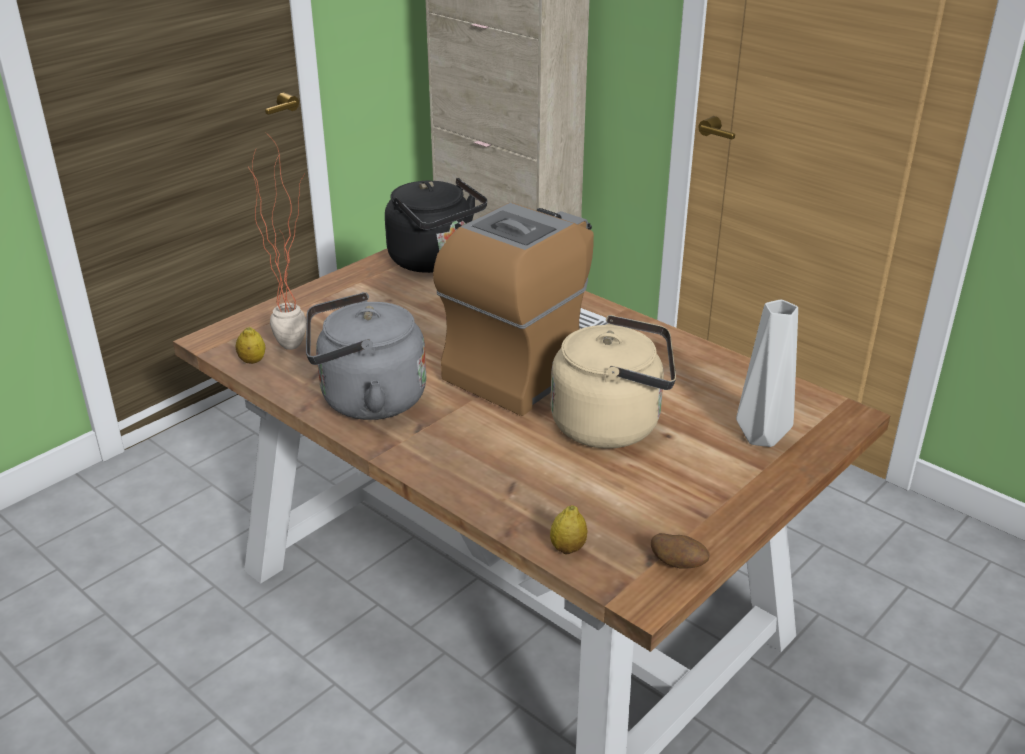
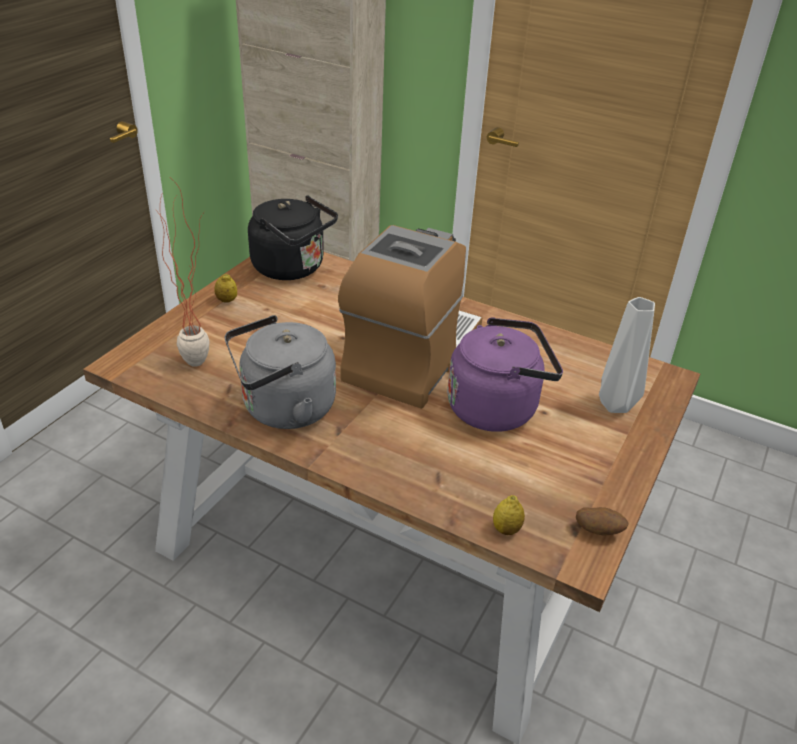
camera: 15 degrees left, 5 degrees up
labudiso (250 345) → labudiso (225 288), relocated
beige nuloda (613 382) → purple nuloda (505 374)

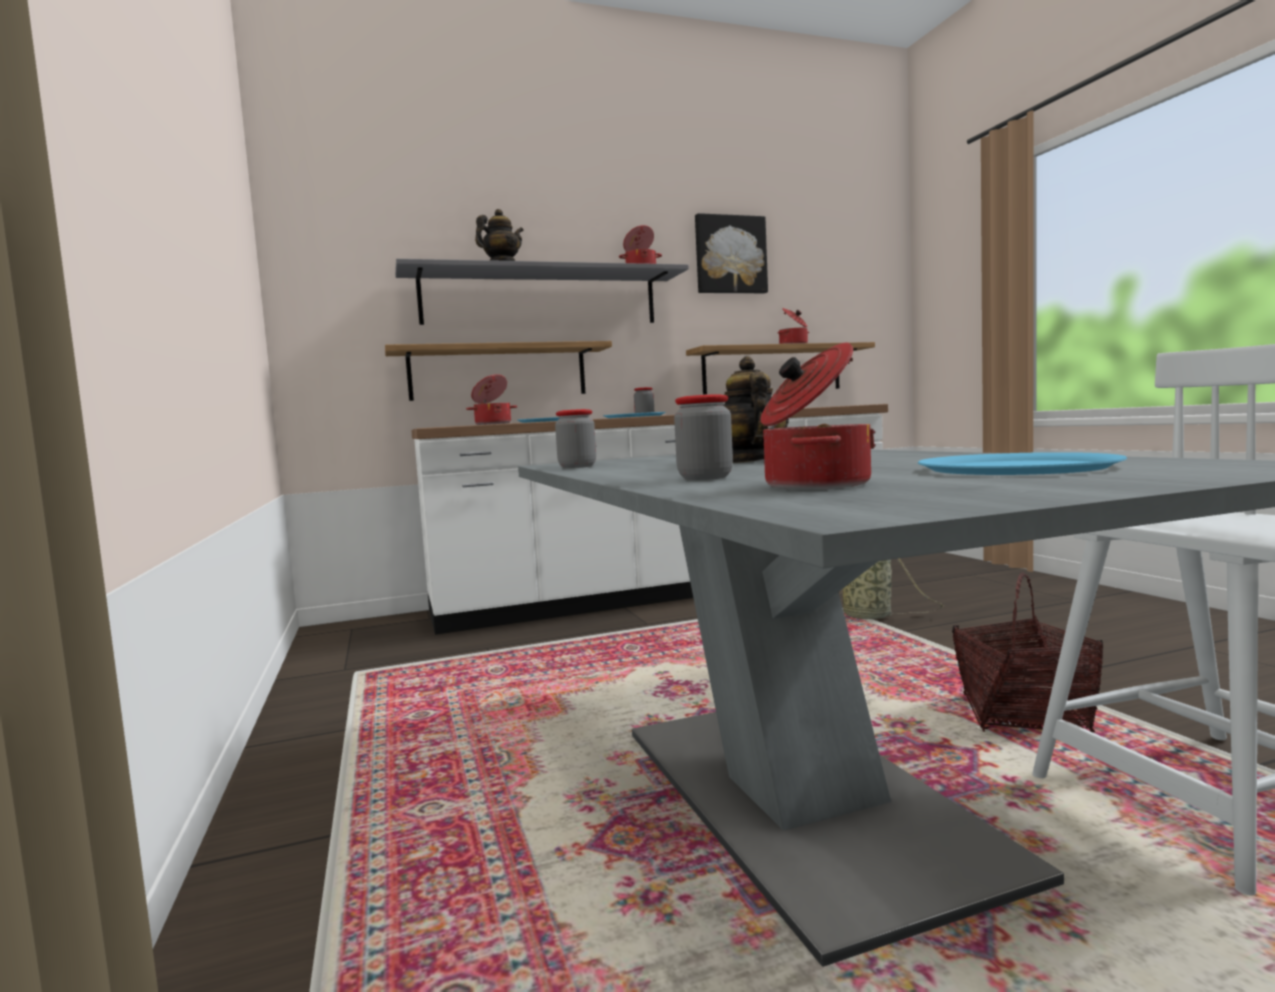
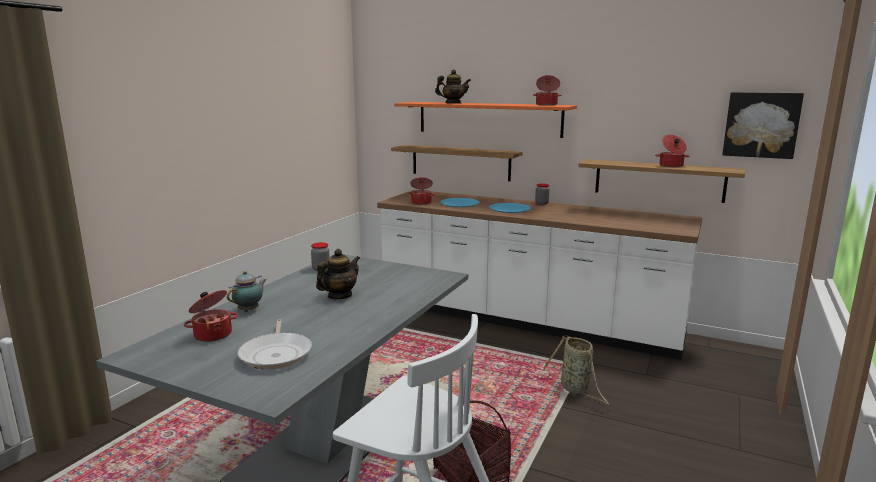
camera: 45 degrees right, 10 degrees up
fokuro (731 253) → fokuro (763 125), relocated
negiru (703 437) → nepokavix (246 291)
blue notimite (1022 463) → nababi (275 344)
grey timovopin (542 292) → orange timovopin (485 120)

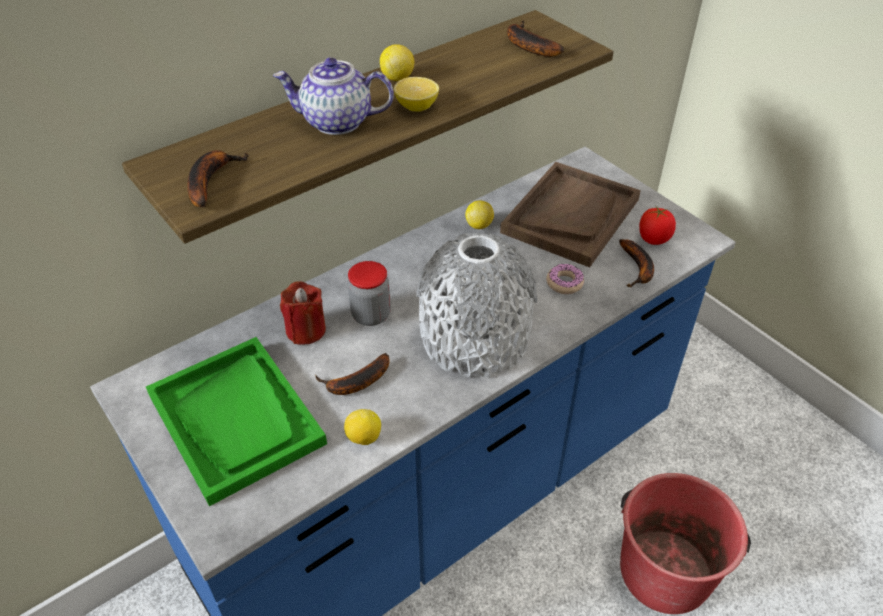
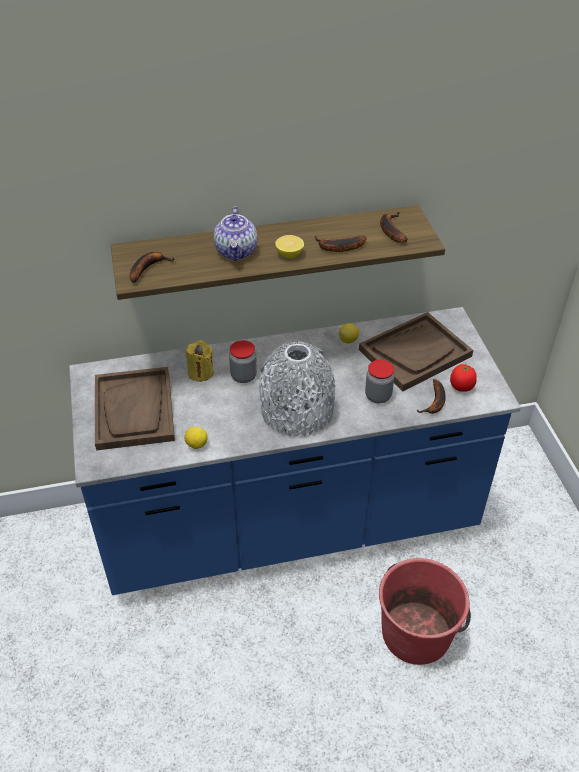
camera: 25 degrees right, 0 degrees up
labudiso (397 62) → -
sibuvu (352 374) → sibuvu (341 243), relocated
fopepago (565 279) → negiru (380 381)
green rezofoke (236 421) → brown rezofoke (135 409)
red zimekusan (303 313) → yellow zimekusan (199 361)
nepokavix (333 96) → nepokavix (235 233), 120 degrees counterclockwise

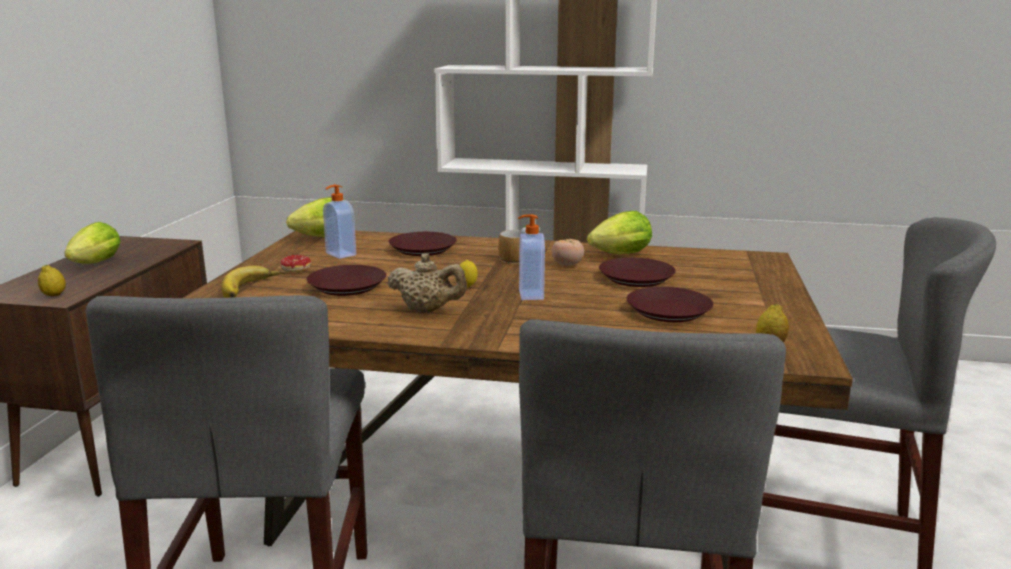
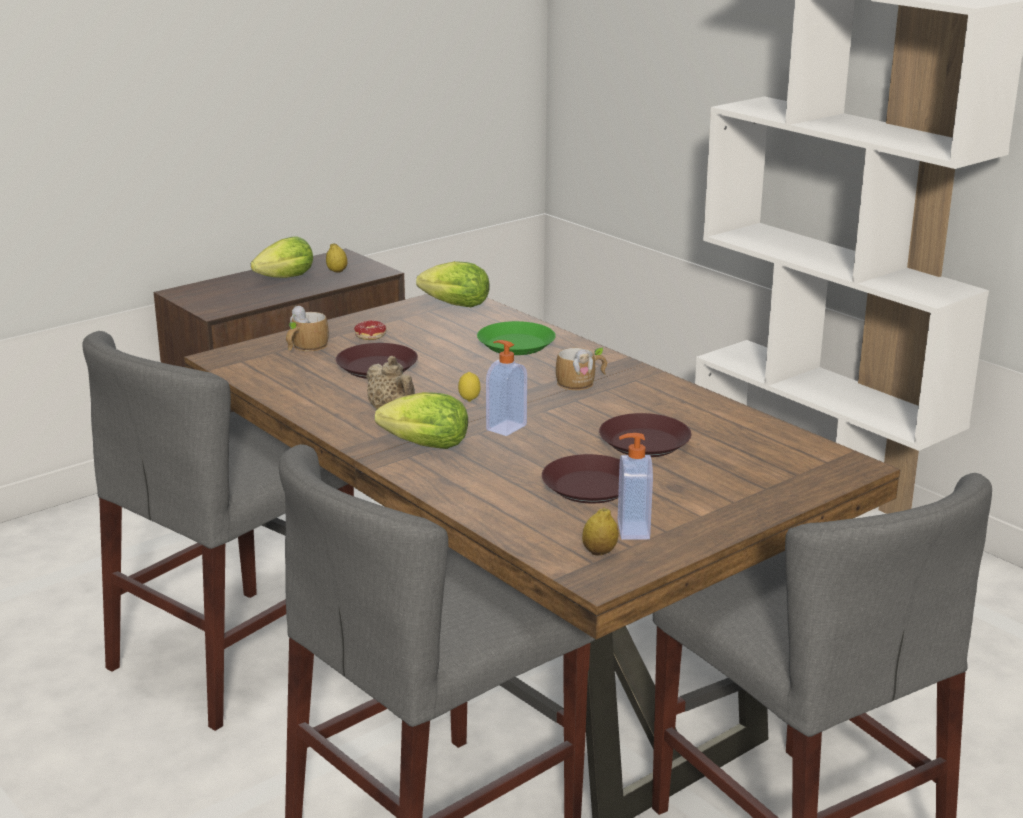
camera: 40 degrees right, 5 degrees up
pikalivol (568 252) → -
labudiso (52 280) → labudiso (337 258), relocated
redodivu (339 222) → redodivu (635 486), relocated
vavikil (619 232) → vavikil (421 420), relocated
sibuvu (253 281) → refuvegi (307 328)
brown notimite (422 244) → green notimite (516 338)

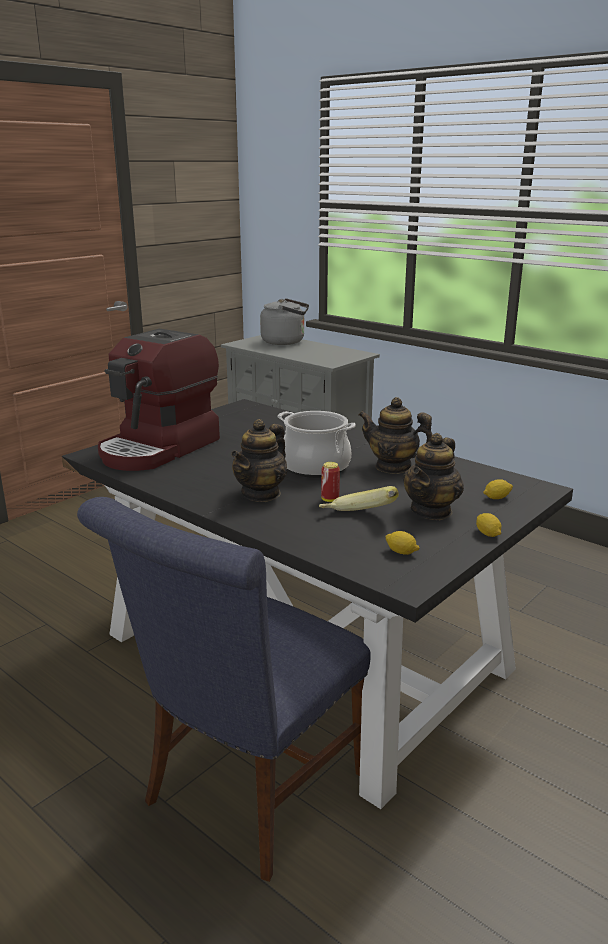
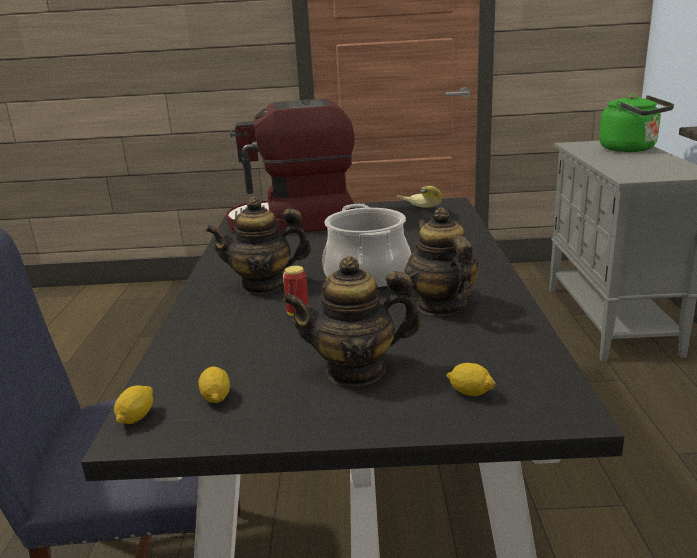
camera: 50 degrees right, 0 degrees up
sibuvu (359 498) → sibuvu (419 197), relocated
labudiso (489 525) → labudiso (133 404), relocated
grey nuloda (284 321) → green nuloda (636 123)

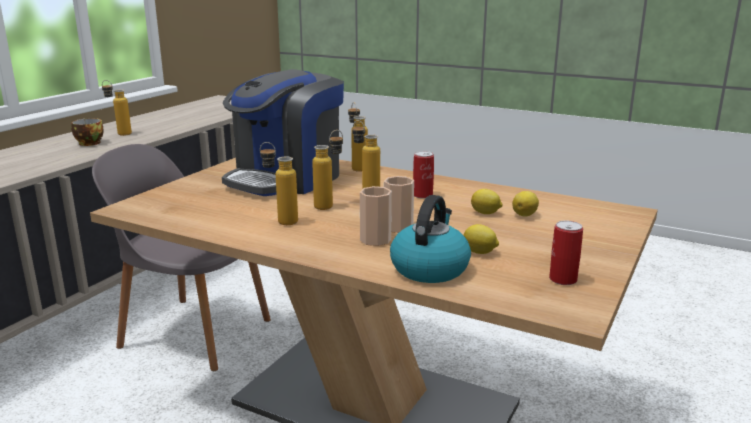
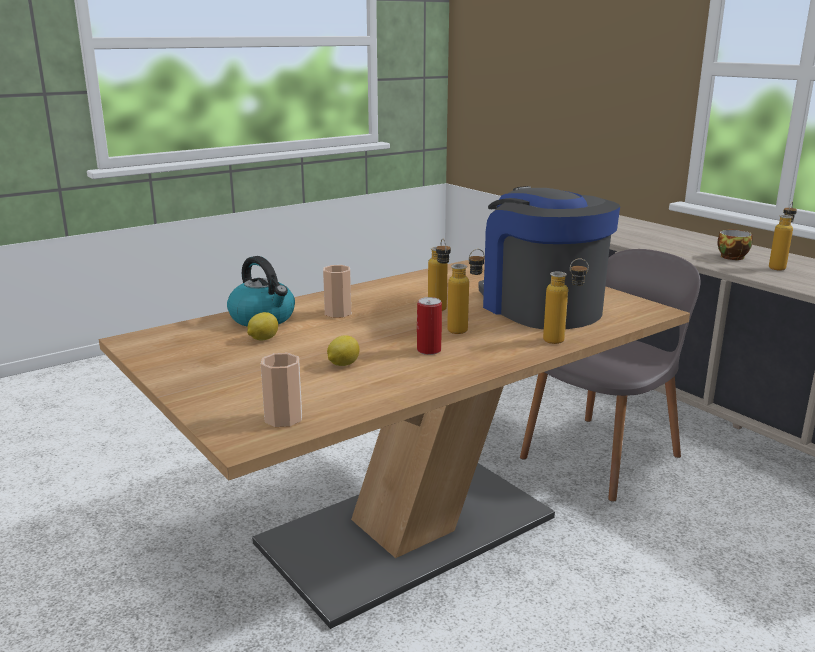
camera: 115 degrees right, 0 degrees up
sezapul (279 183) → -
labudiso (525 203) → -
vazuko (566 252) → -
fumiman (399 204) → fumiman (281 390), relocated

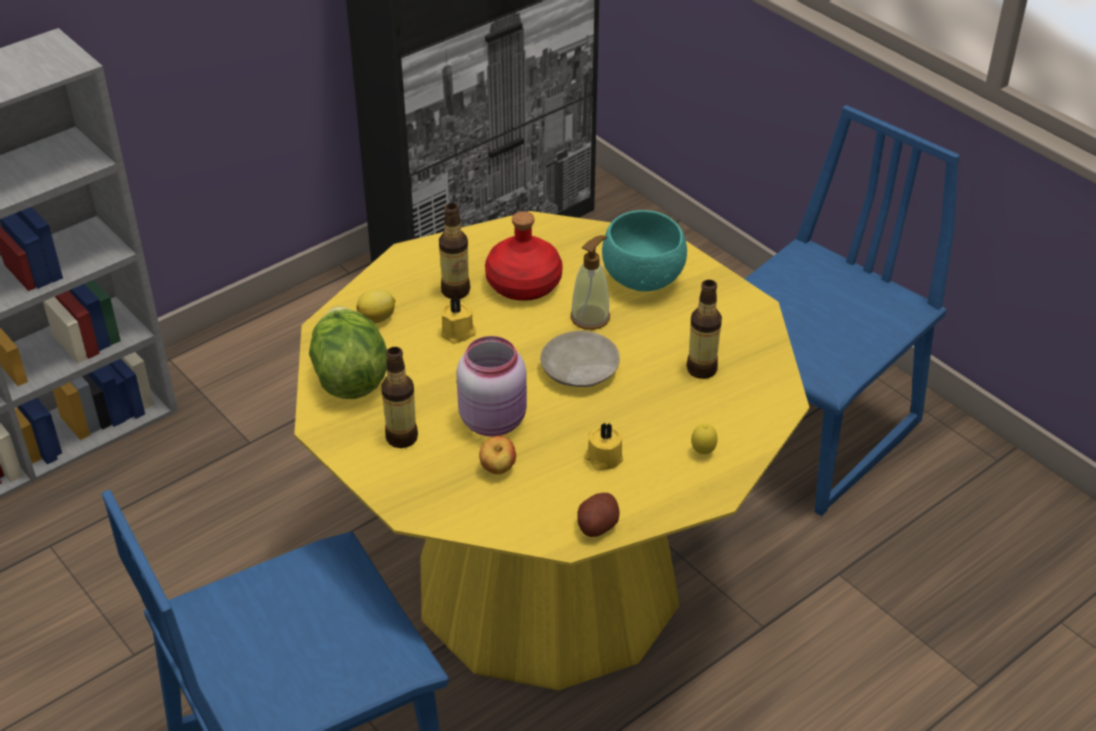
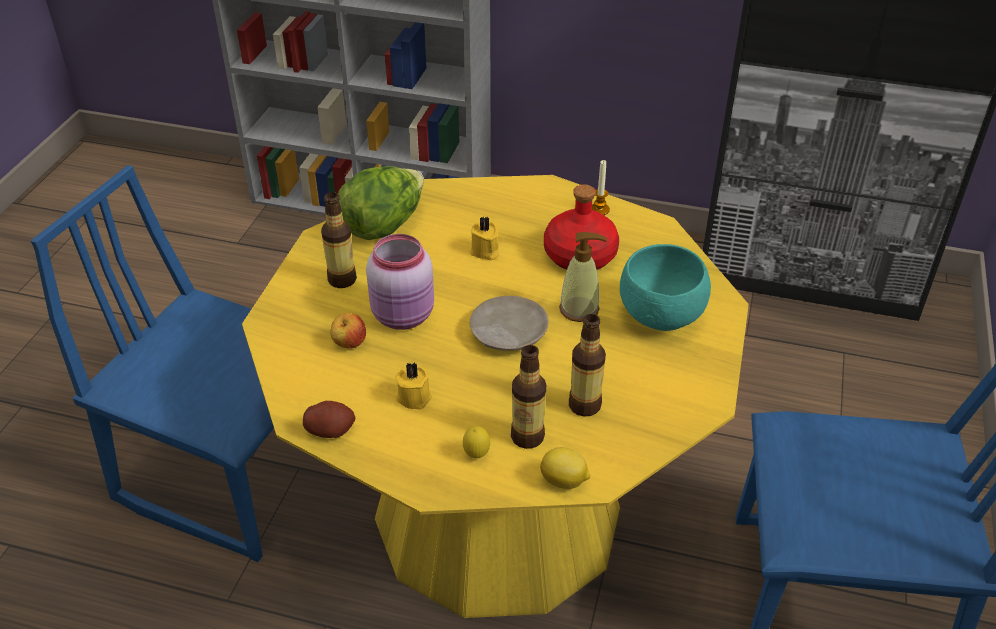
camera: 55 degrees right, 0 degrees up
- → zimekusan (601 187)
labudiso (375 306) → labudiso (565 468), relocated
sezapul (454 251) → sezapul (528 397), relocated

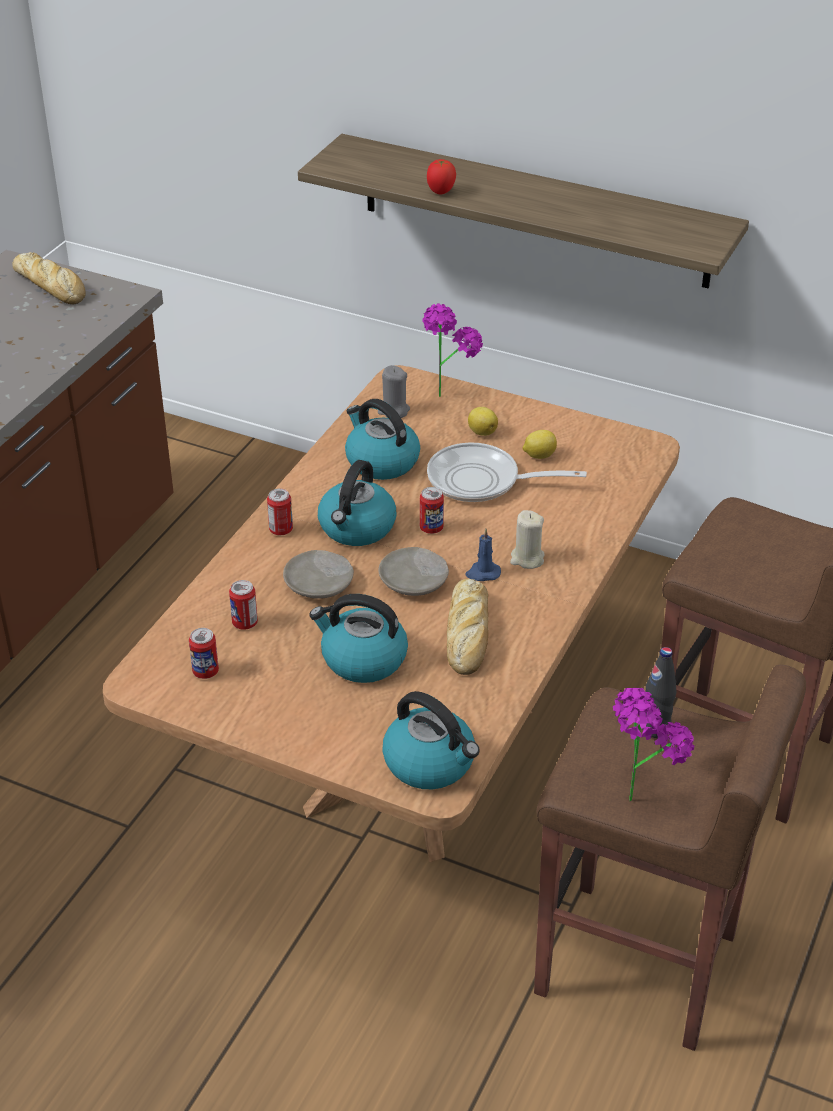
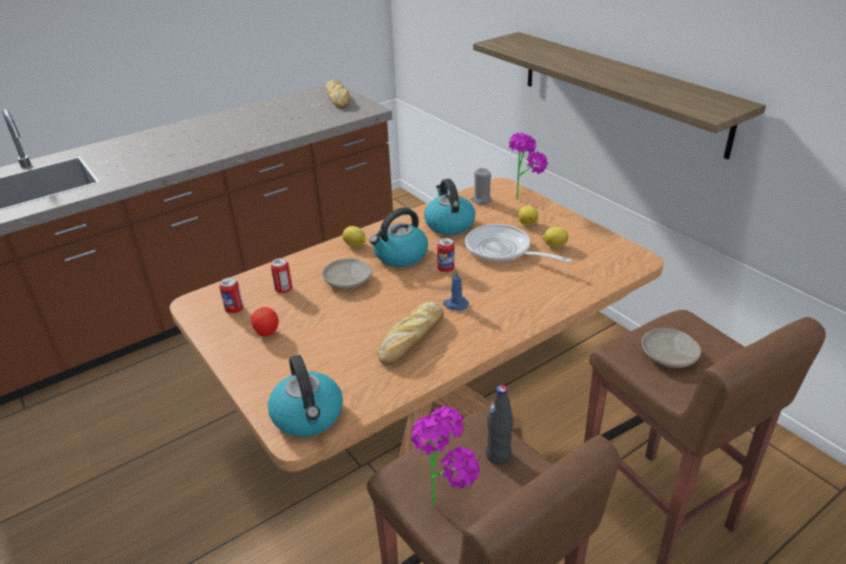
camera: 30 degrees right, 5 degrees down
nuloda (358 638) → -
beige zimekusan (527 539) → -
beige notimite (413 571) → beige notimite (671 348), relocated
pikalivol (441 176) → pikalivol (265 322), relocated
vazuko (280 511) → labudiso (354 236)

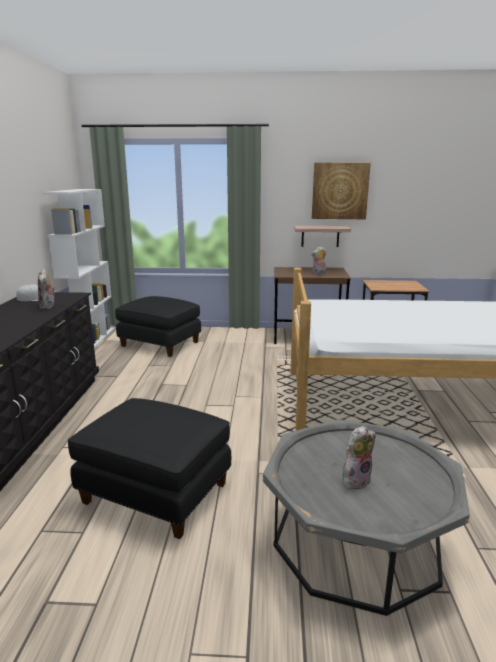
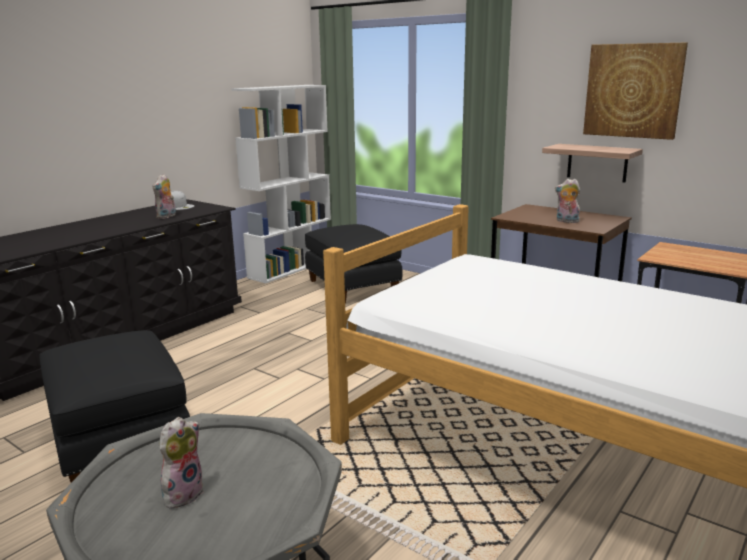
camera: 35 degrees right, 0 degrees up
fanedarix (359 457) → fanedarix (181 462), 60 degrees counterclockwise

